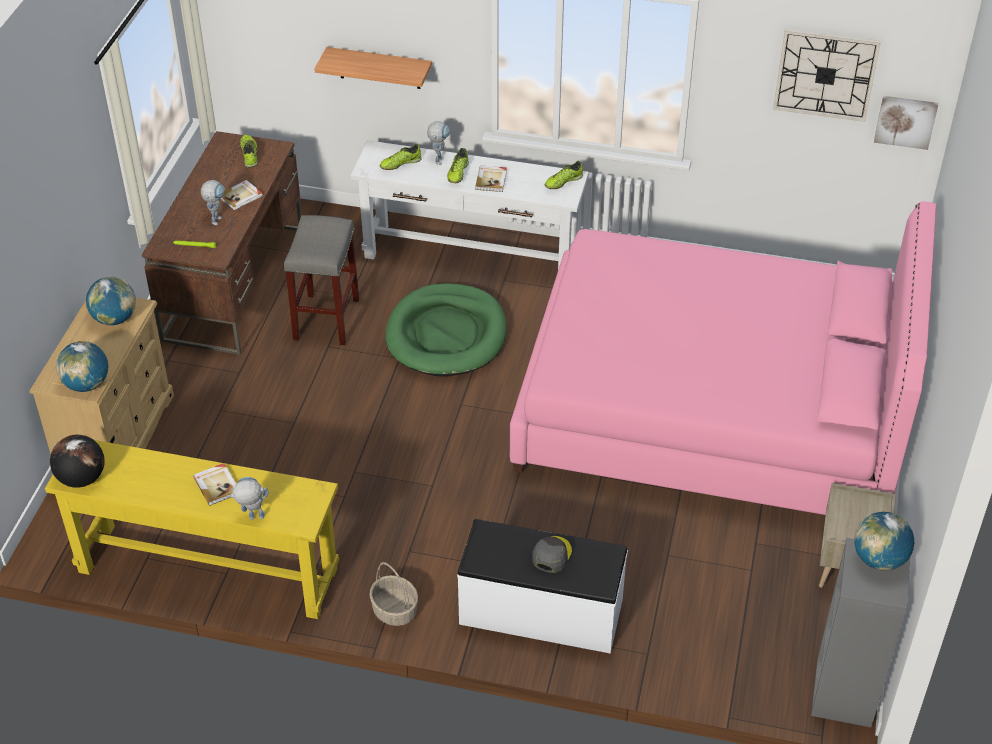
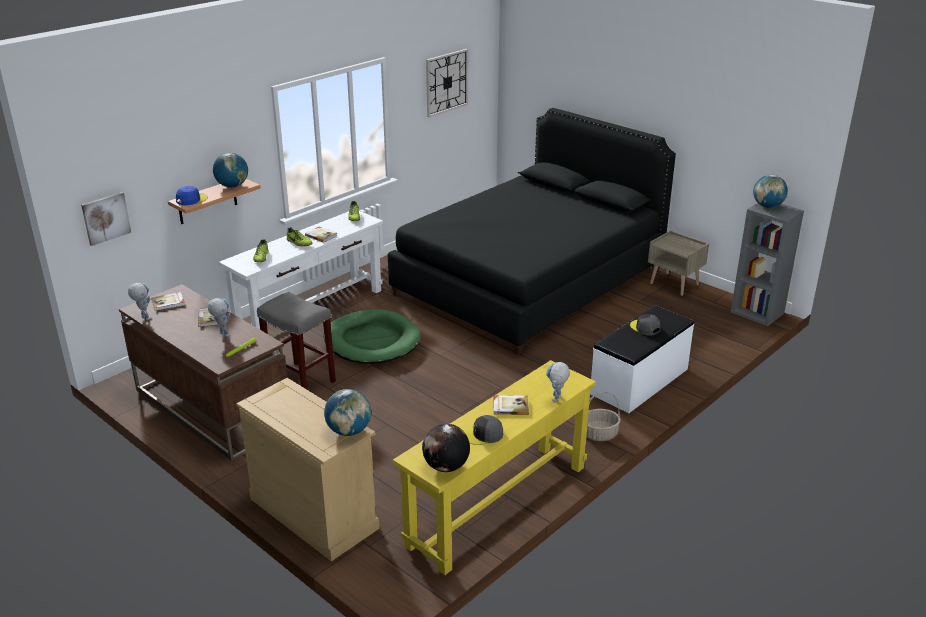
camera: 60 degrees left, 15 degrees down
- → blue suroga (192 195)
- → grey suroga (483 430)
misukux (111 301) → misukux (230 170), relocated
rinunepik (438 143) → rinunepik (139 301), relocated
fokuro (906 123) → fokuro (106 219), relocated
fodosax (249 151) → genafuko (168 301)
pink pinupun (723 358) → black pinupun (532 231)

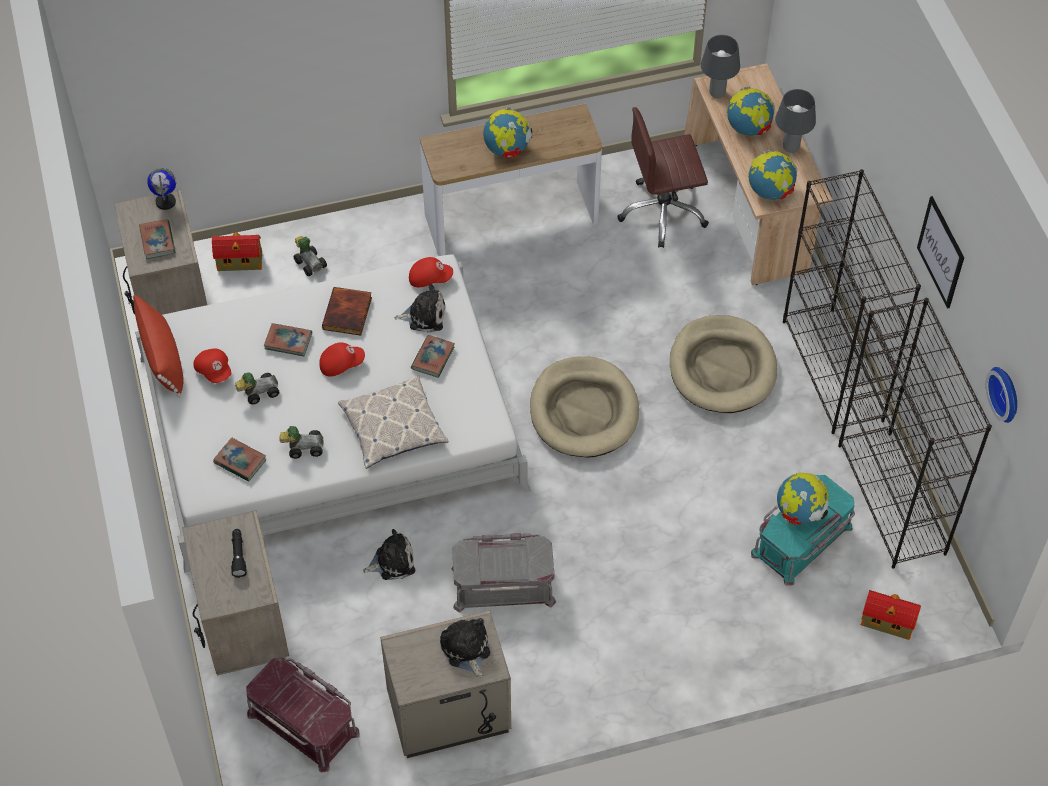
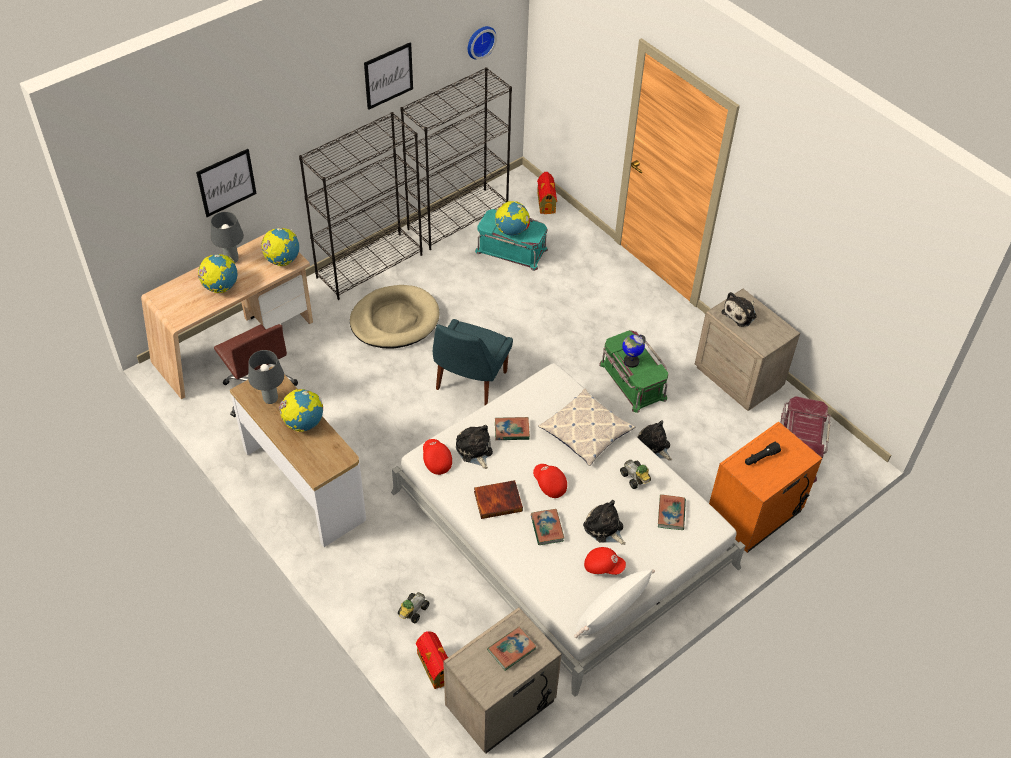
camera: 115 degrees left, 5 degrees down
- → fokuro (226 183)
misukux (161 189) → misukux (634 351), relocated
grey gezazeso (720 66) → grey gezazeso (266 377), relocated
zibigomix (257 388) → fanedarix (604 522)
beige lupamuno (584 406) → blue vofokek (473 362)
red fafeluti (158 346) → white fafeluti (614 603)
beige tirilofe (235 593) → orange tirilofe (765 487)
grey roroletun (503 572) → green roroletun (634 371)
red suroga (212 365) → red suroga (605 561), 75 degrees clockwise

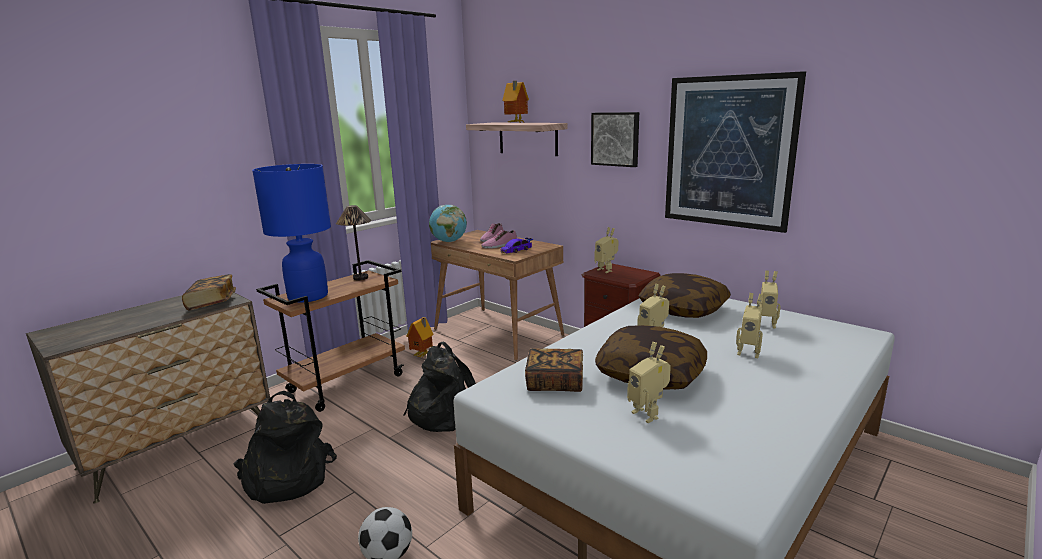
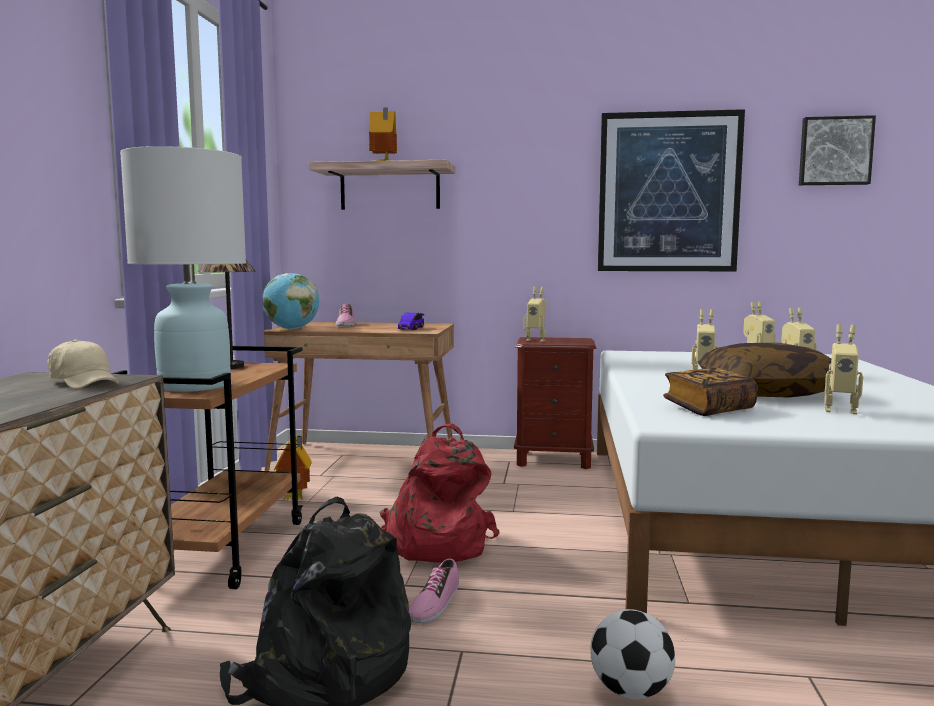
camera: 35 degrees left, 10 degrees down
fafeluti (685 295) → -
fodosax (499 239) → fodosax (434 590), relocated
fokuro (615 139) → fokuro (837 150), relocated
genafuko (209 292) → beige suroga (83 364)
blue gezazeso (291 233) → white gezazeso (183 269)
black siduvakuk (439 387) → red siduvakuk (439 493)

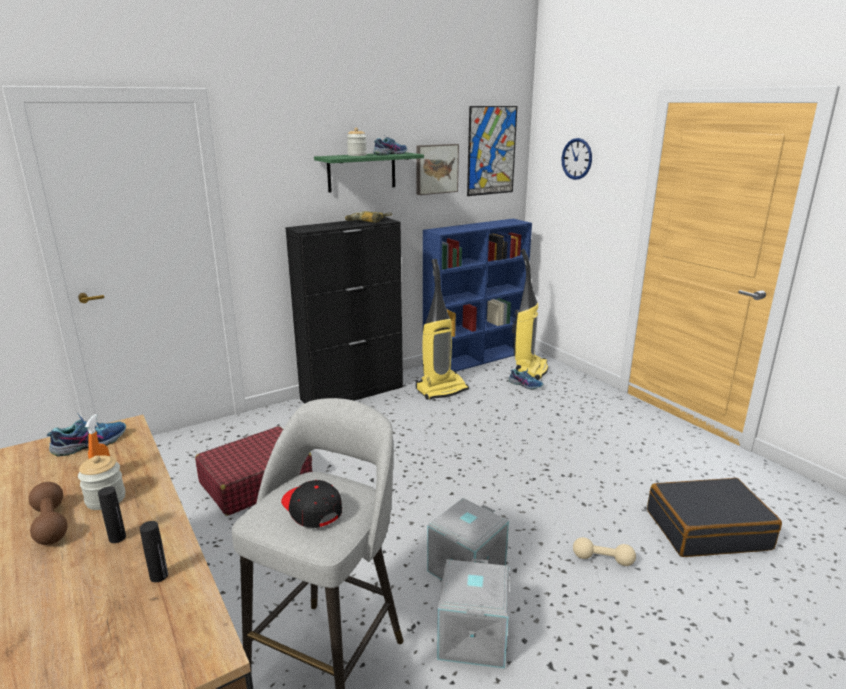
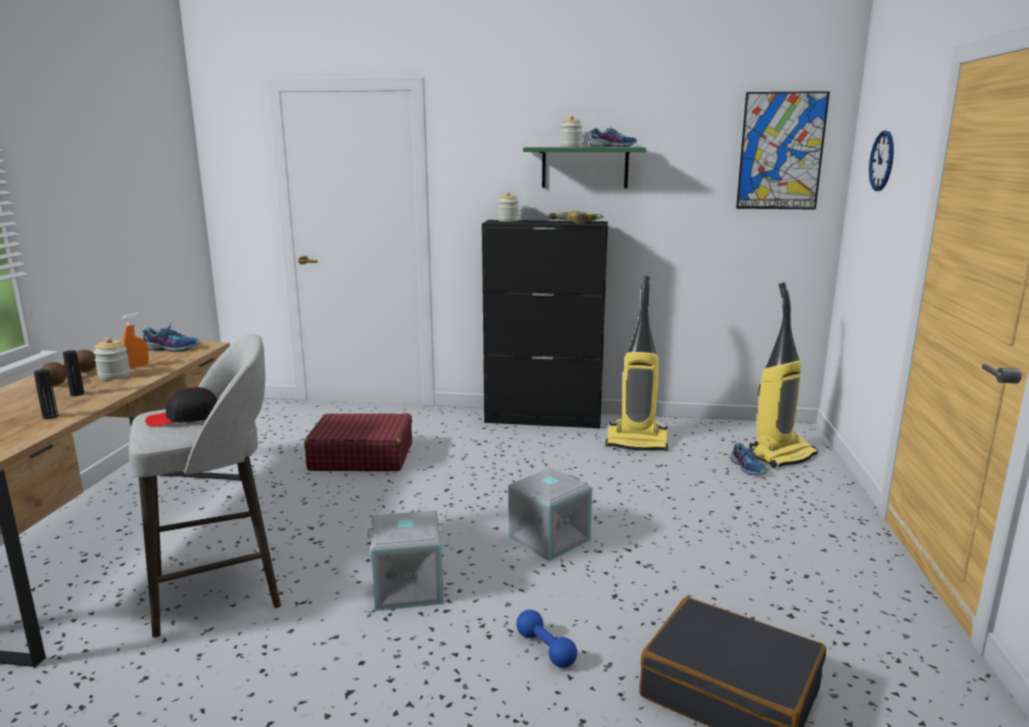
camera: 40 degrees right, 5 degrees down
fokuro (437 169) → -
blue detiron (477 295) → -
- → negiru (508 207)
grey roroletun (473 613) → grey roroletun (550 514), relocated
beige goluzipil (604 551) → blue goluzipil (546 639)
black suroga (311 504) → black suroga (181 407), 105 degrees counterclockwise

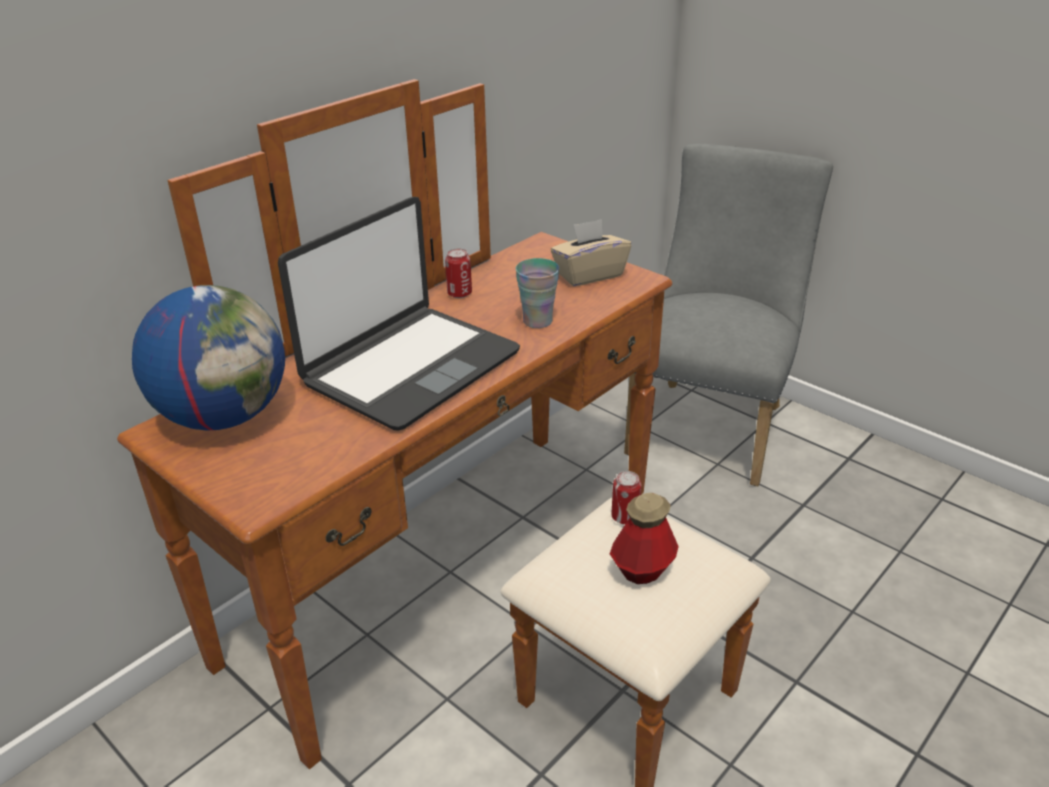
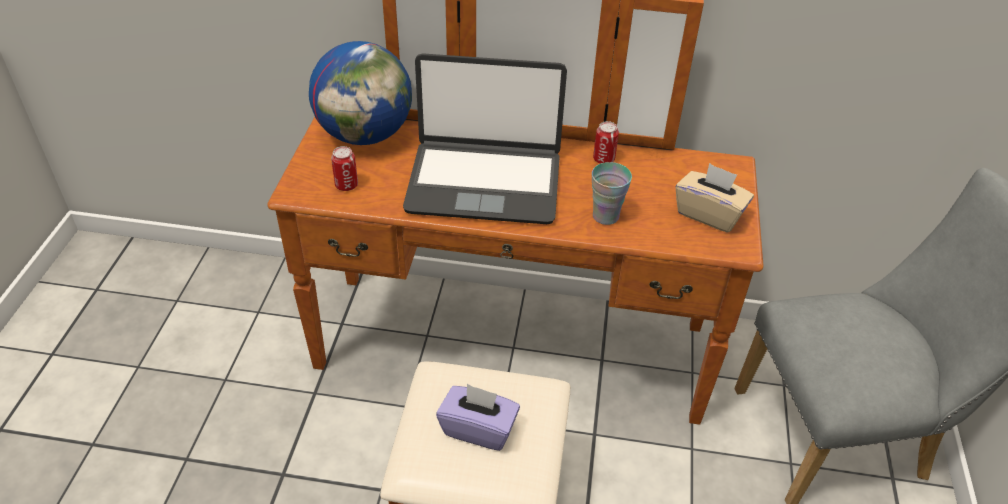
camera: 55 degrees right, 10 degrees up
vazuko (626 497) → vazuko (344 168), relocated
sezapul (644 538) → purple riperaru (478 417)

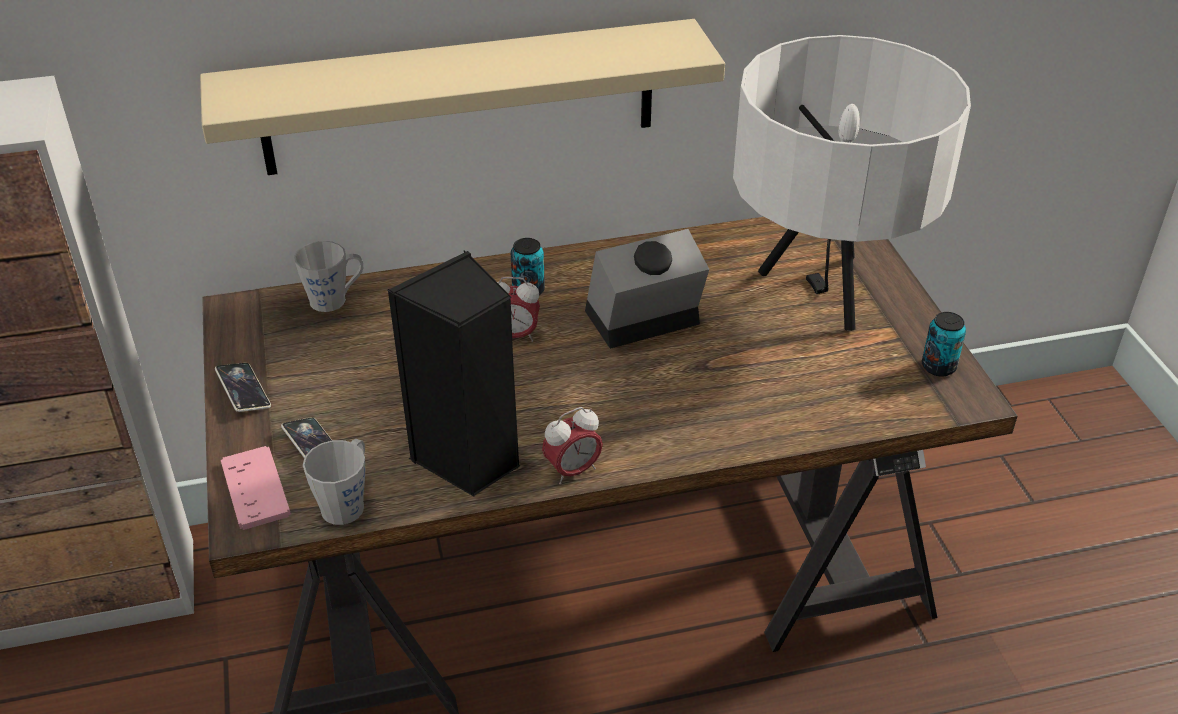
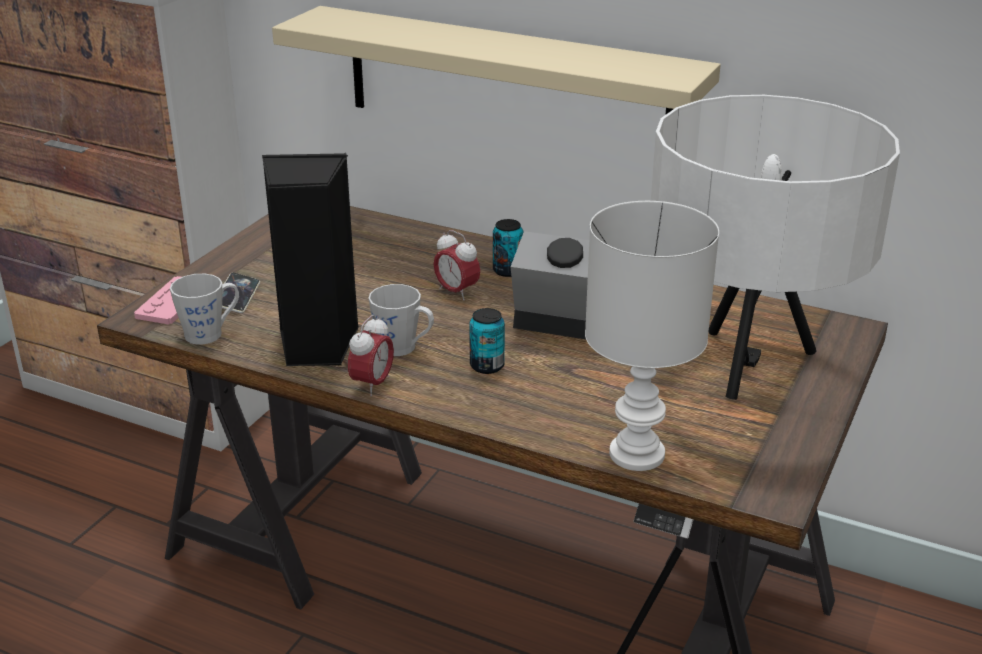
camera: 40 degrees right, 10 degrees down
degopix (243 387) → -
- → white gezazeso (652 336)
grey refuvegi (328 276) → grey refuvegi (401 320), relocated
vazuko (944 344) → vazuko (487 341), relocated
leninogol (572 445) → leninogol (371 355), 75 degrees counterclockwise

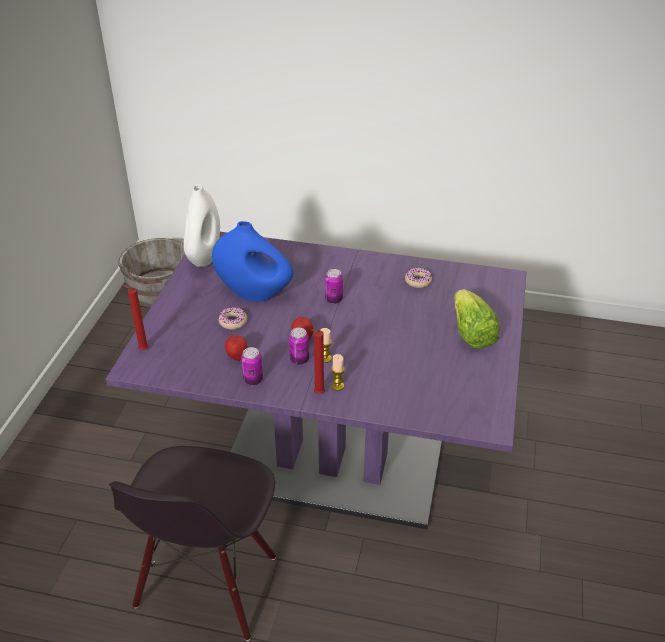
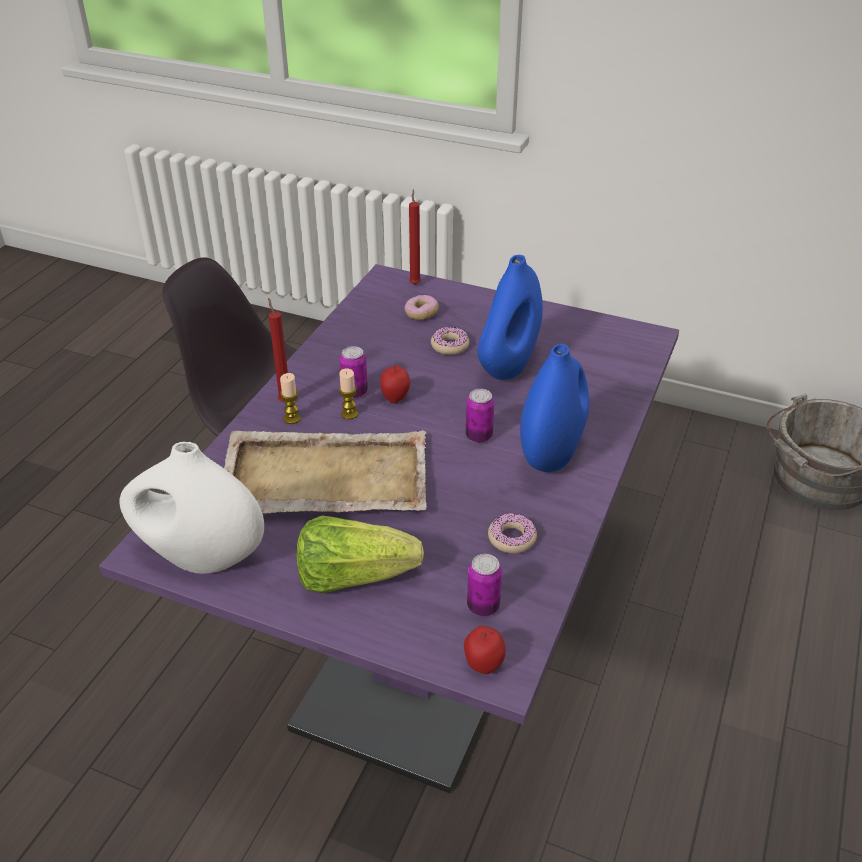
camera: 100 degrees right, 0 degrees up
- → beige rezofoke (325 472)
- → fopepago (422 307)
- → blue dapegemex (554 408)
white dapegemex (201 225) → white dapegemex (191 508), relocated
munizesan (236 347) → munizesan (485 650), relocated
vazuko (252 366) → vazuko (484 585), relocated

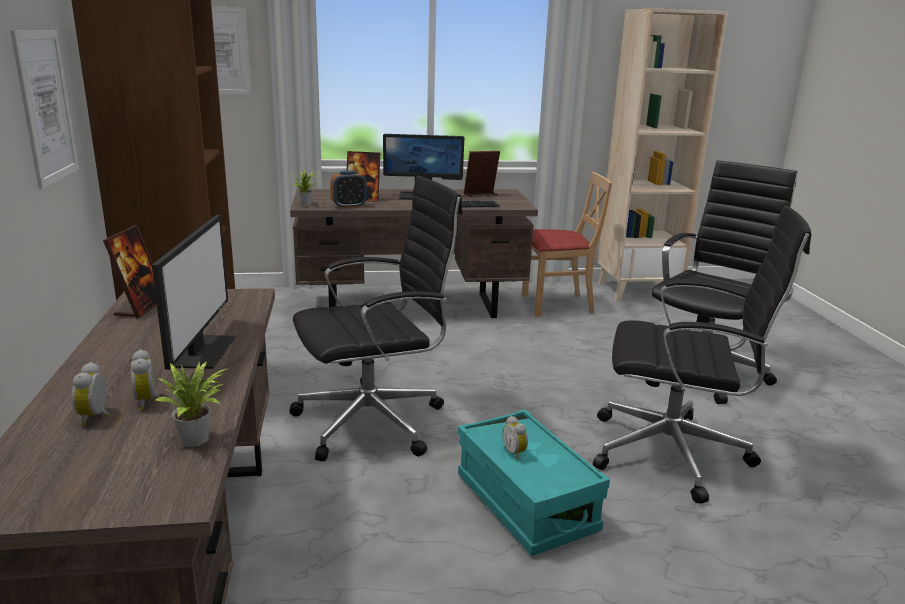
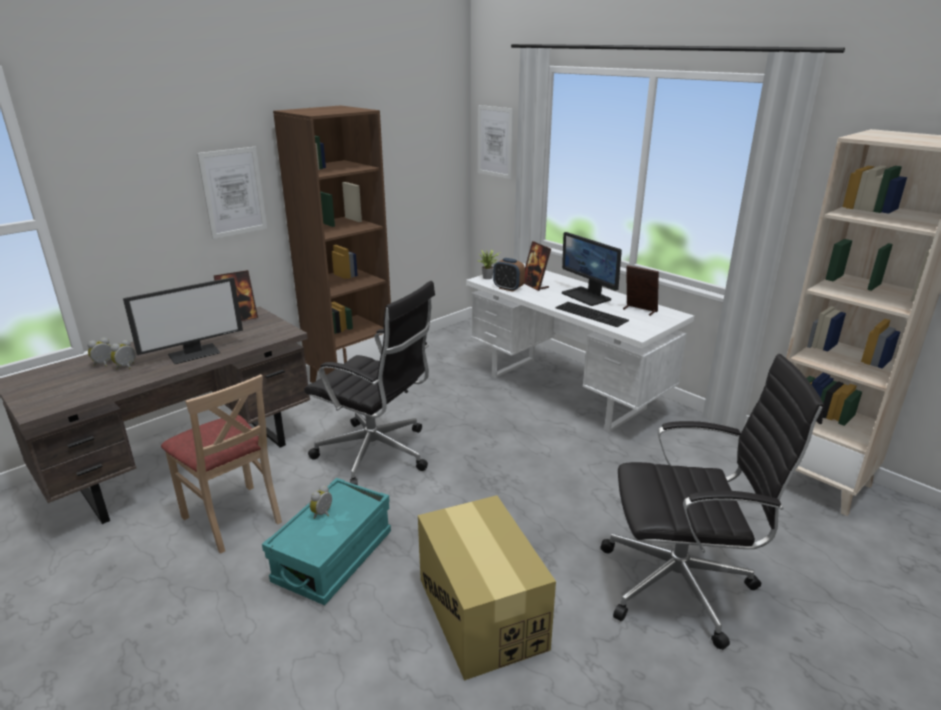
camera: 55 degrees right, 5 degrees up
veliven (191 404) → -
beige vofokek (567 244) → beige vofokek (221 464), relocated
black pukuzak (702 354) → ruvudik (487 588)
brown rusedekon (414 253) → white rusedekon (580 347)

